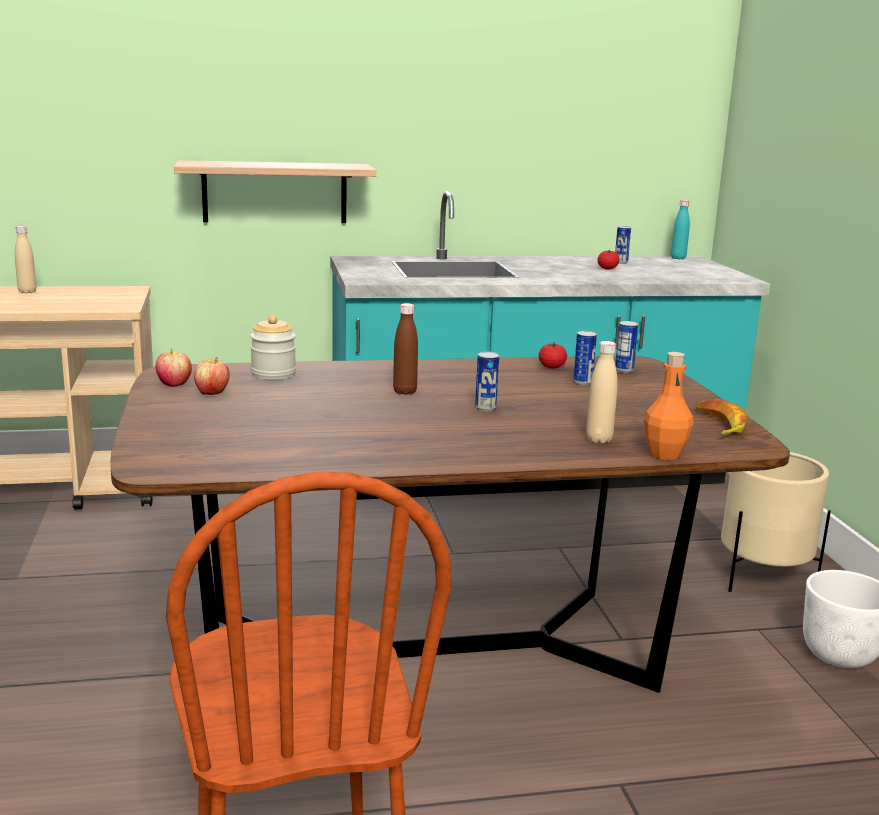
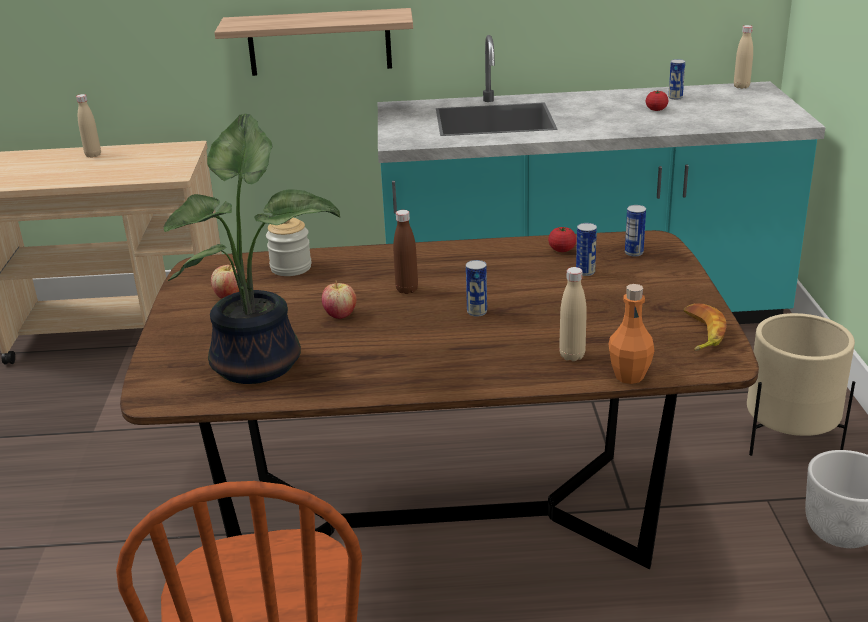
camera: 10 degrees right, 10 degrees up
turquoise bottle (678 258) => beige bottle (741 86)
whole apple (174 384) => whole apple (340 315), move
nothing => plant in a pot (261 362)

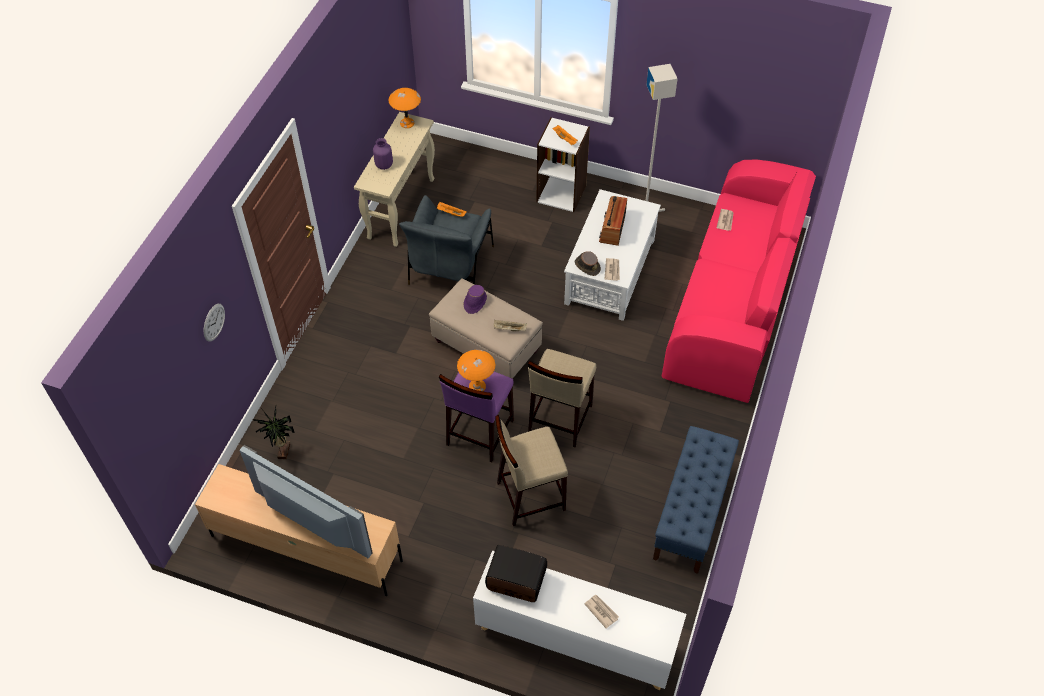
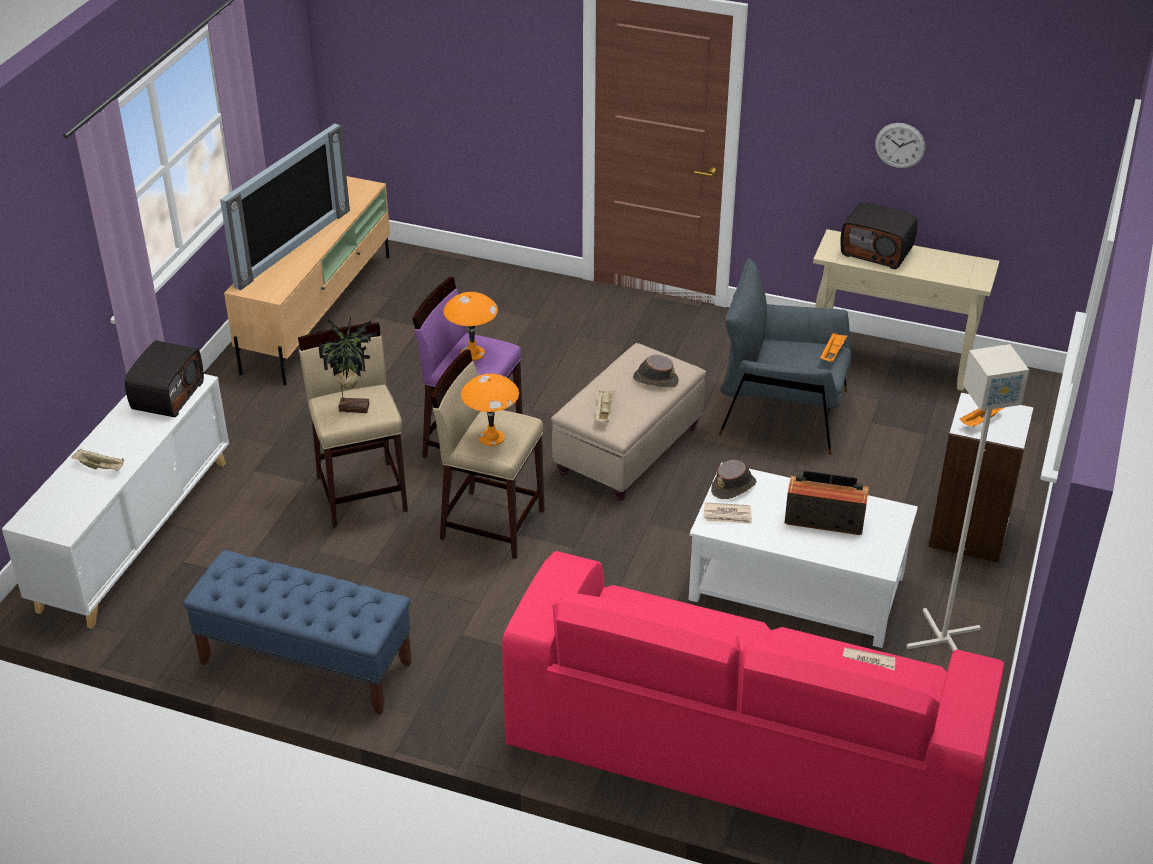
camera: 90 degrees right, 15 degrees down
orangey tabletop lamp (406 123) => orangey tabletop lamp (491 437), move
purplish decorative vase (384 165) => radio (877 251)
purplish clothing hat (475 302) => brownish clothing hat (655 379)
wall clock (214 322) => wall clock (900 145), move
plant in a pot (282 451) => plant in a pot (354 406), move
daily paper (601 611) => beige tray (101 467)

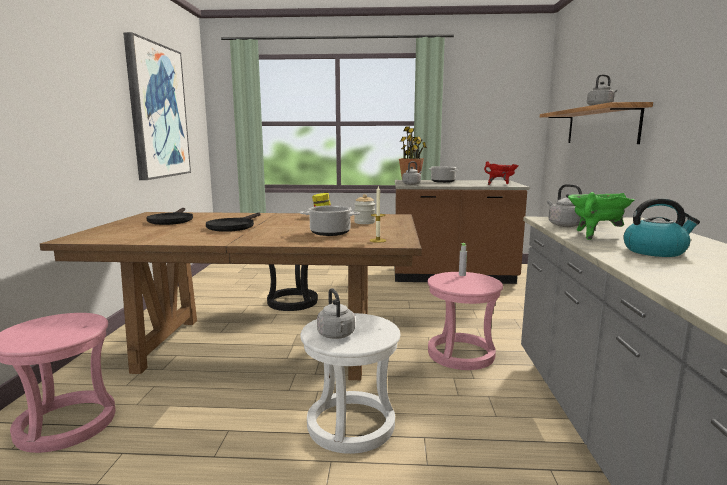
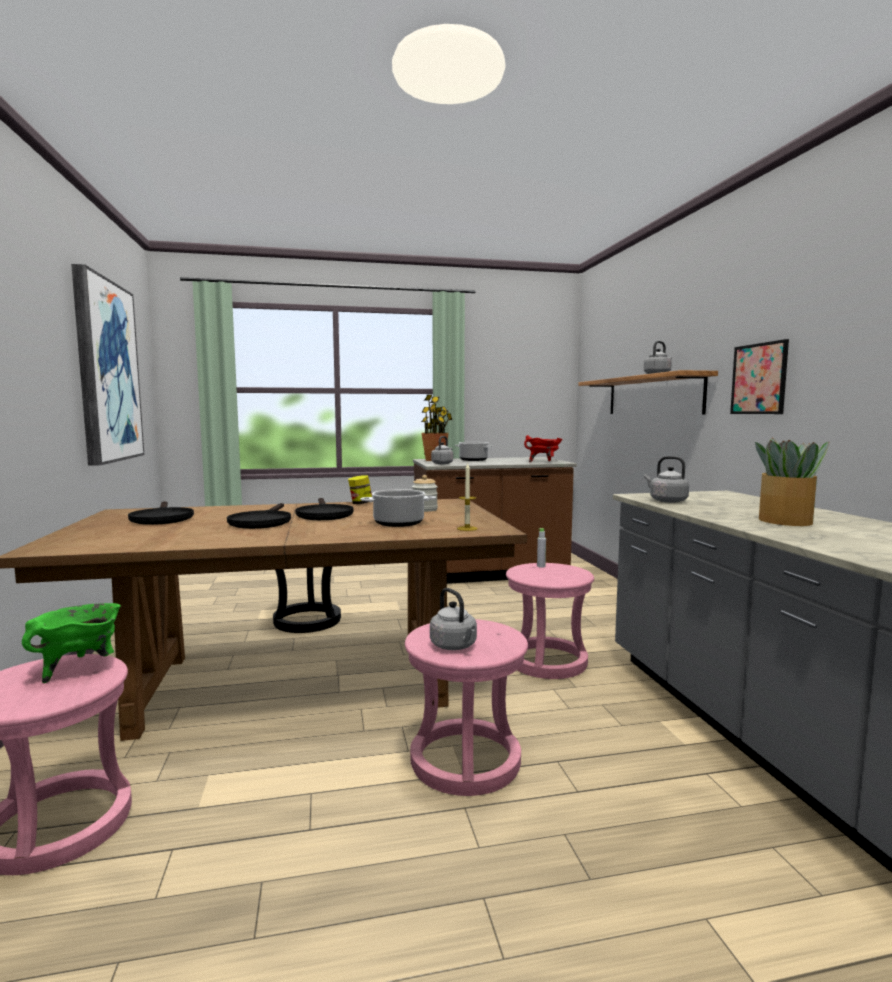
camera: 15 degrees left, 5 degrees down
green-coloured saucepot (594 235) => green-coloured saucepot (80 668), move
tea kettle (655 251) => plant in a pot (785 521)
whitish stool seat (350 425) => pinkish stool seat (465 761)
nothing => picture (759 379)
nothing => black-coloured frying pan (323 514)

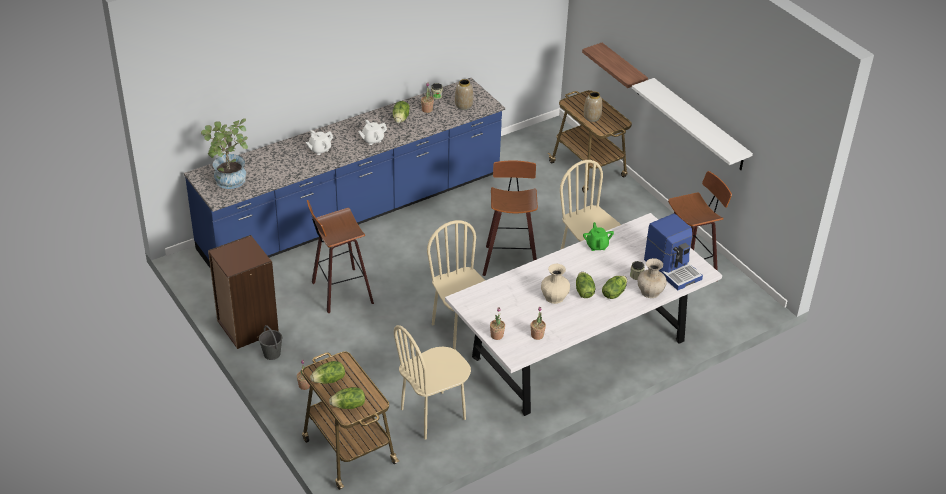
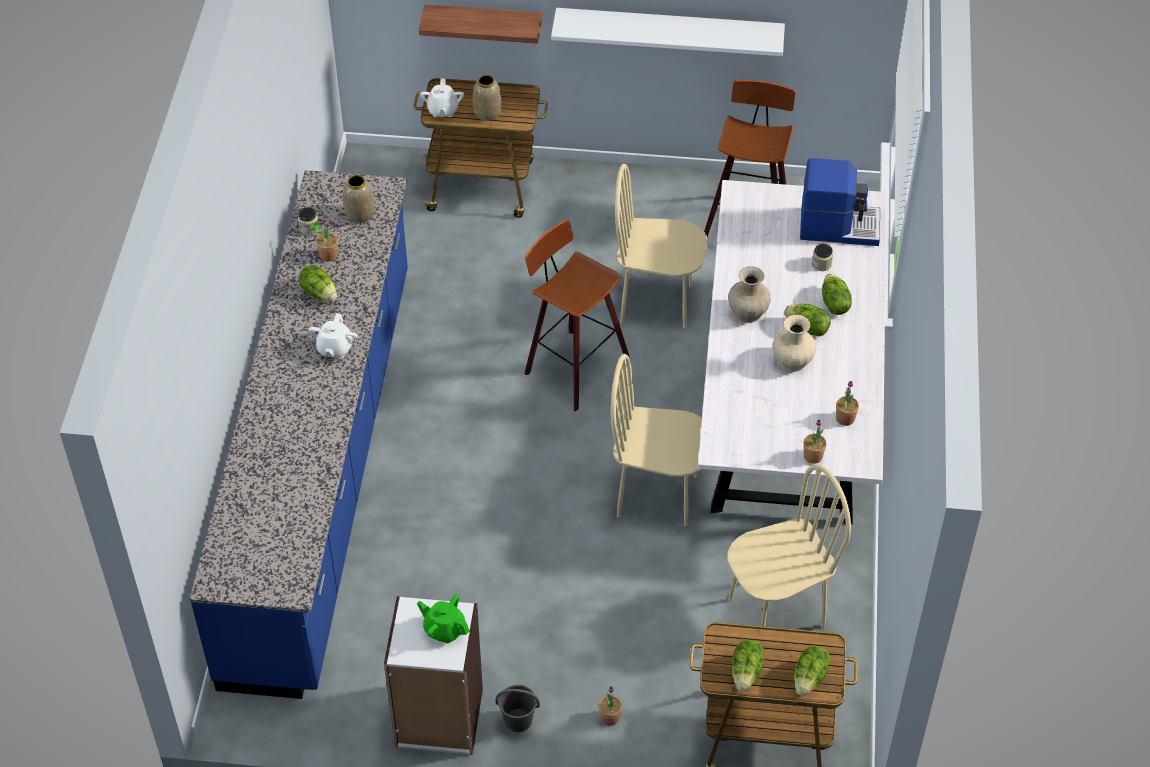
camera: 50 degrees left, 10 degrees up
plant in a pot (230 183) => nothing
whitish teapot (319 149) => whitish teapot (443 110), move
stool seat (340 292) => nothing
green-coloured teapot (597 245) => green-coloured teapot (444 629), move
brownish bookcase (247 327) => whitish bookcase (439 719)
beige decorative vase (650 292) => beige decorative vase (748 312), move
beige chair (433 414) => beige chair (776 612), 120 degrees counterclockwise

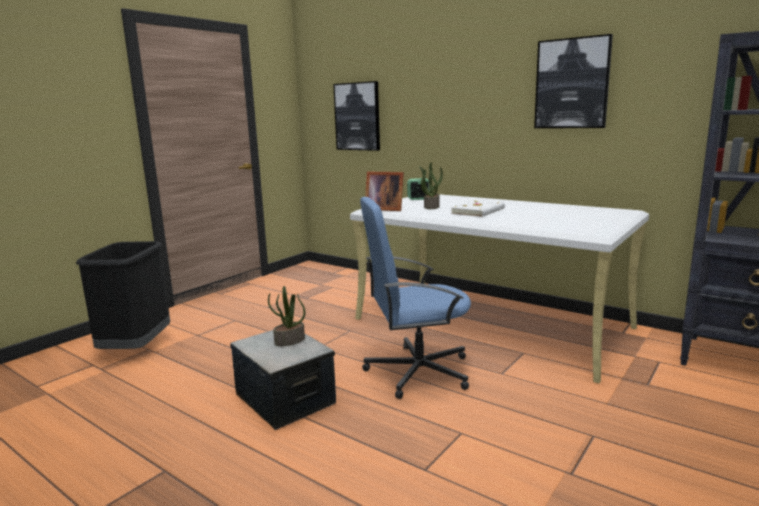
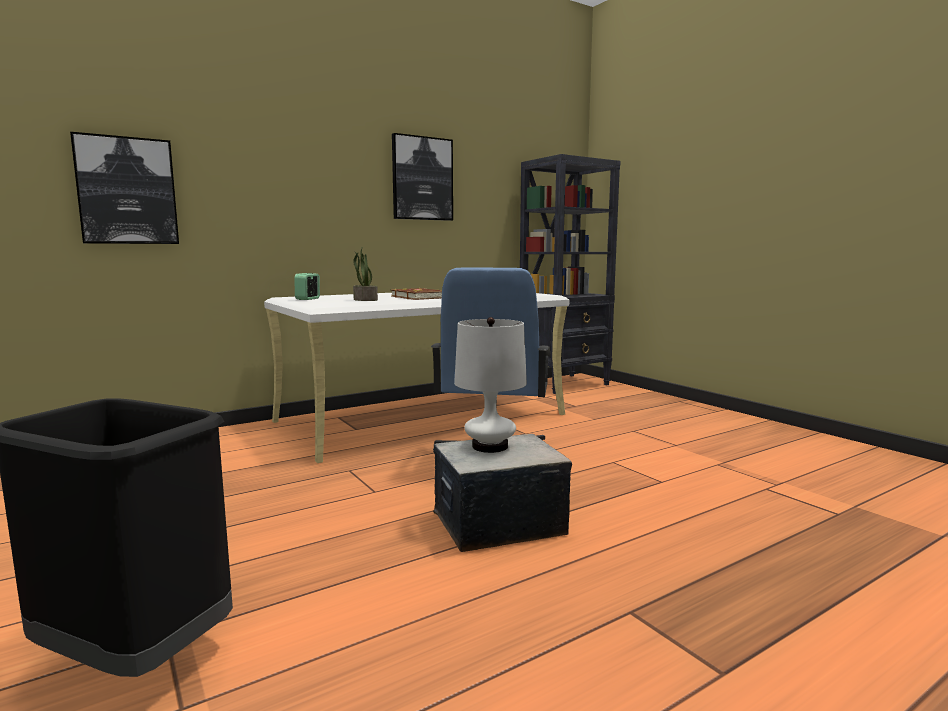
camera: 70 degrees left, 5 degrees down
standing frame (383 209) => nothing
whitish book (479 211) => brownish book (419 297)
plant in a pot (289 341) => whitish tabletop lamp (490 446)

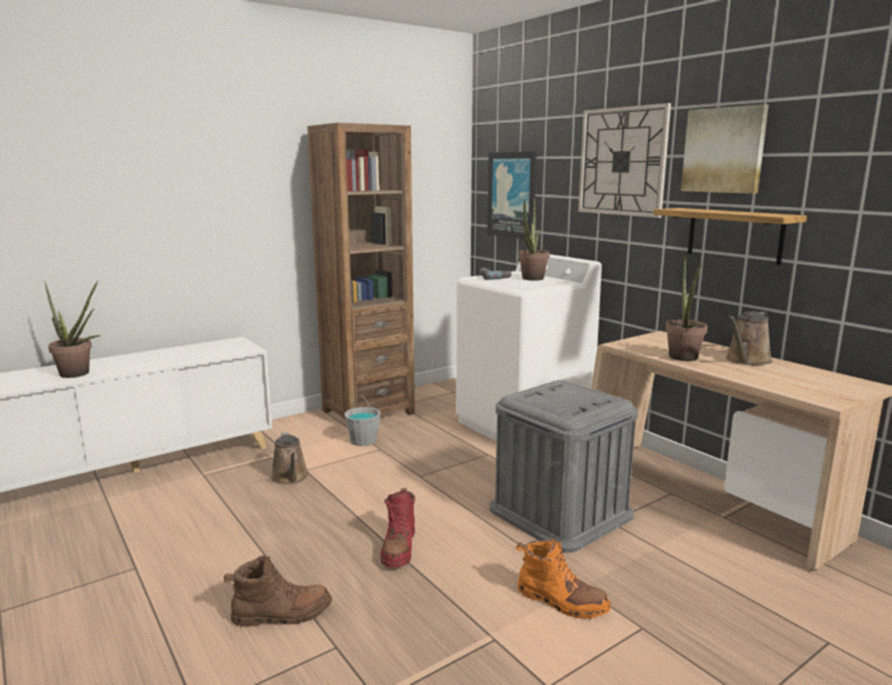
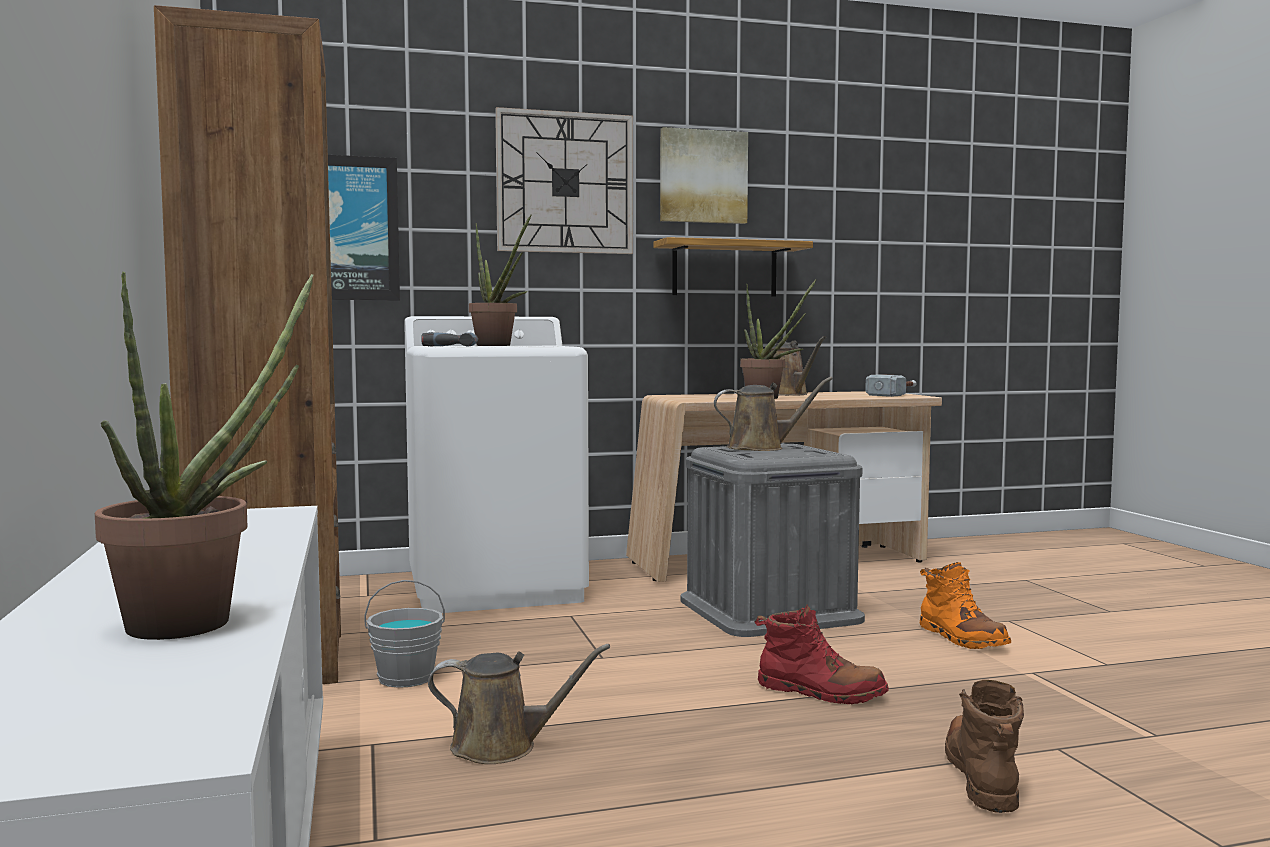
camera: 70 degrees left, 10 degrees down
orangey boot (561 601) => orangey boot (961 638), 105 degrees clockwise
nothing => hand hammer (896 394)
nothing => brownish sprinkling can (761 448)

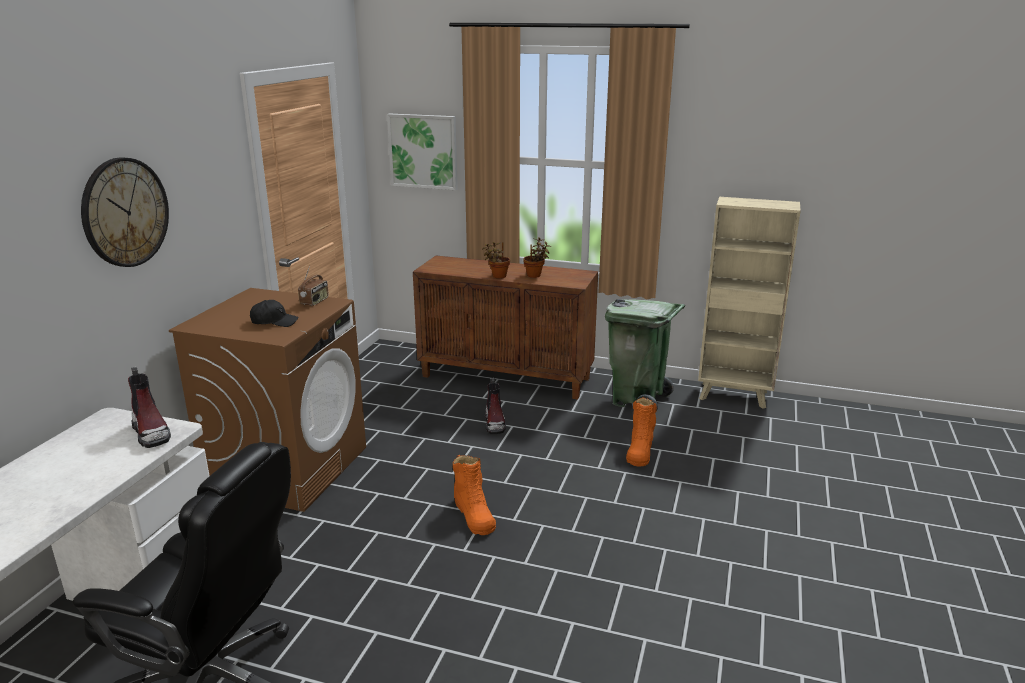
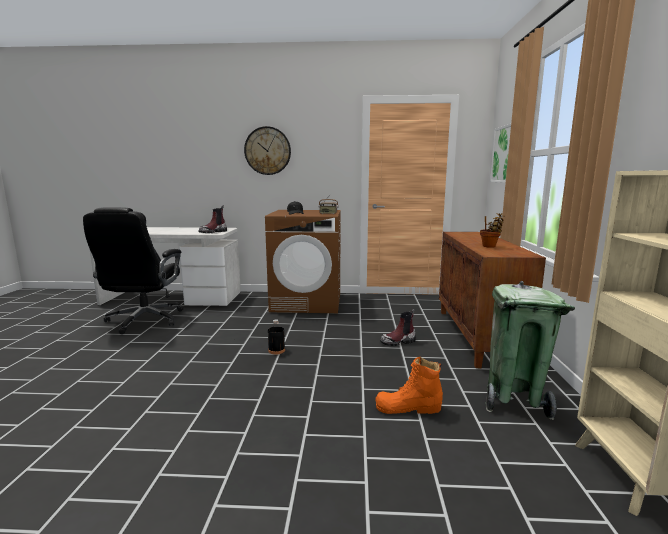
camera: 75 degrees right, 10 degrees down
plant in a pot (497 276) => nothing
orangey boot (474 515) => black-coloured bottle (276 350)

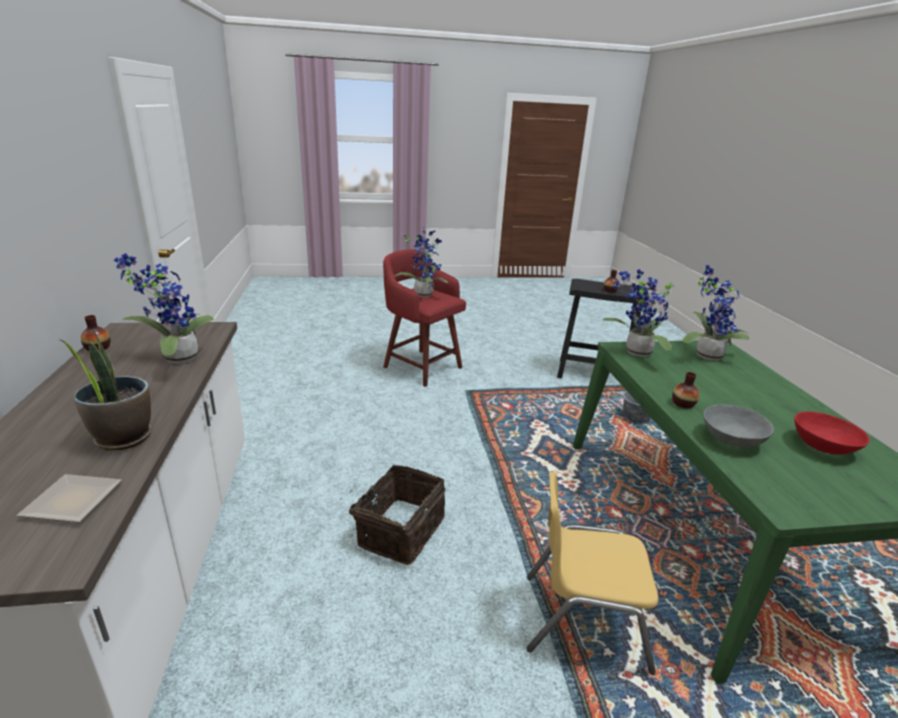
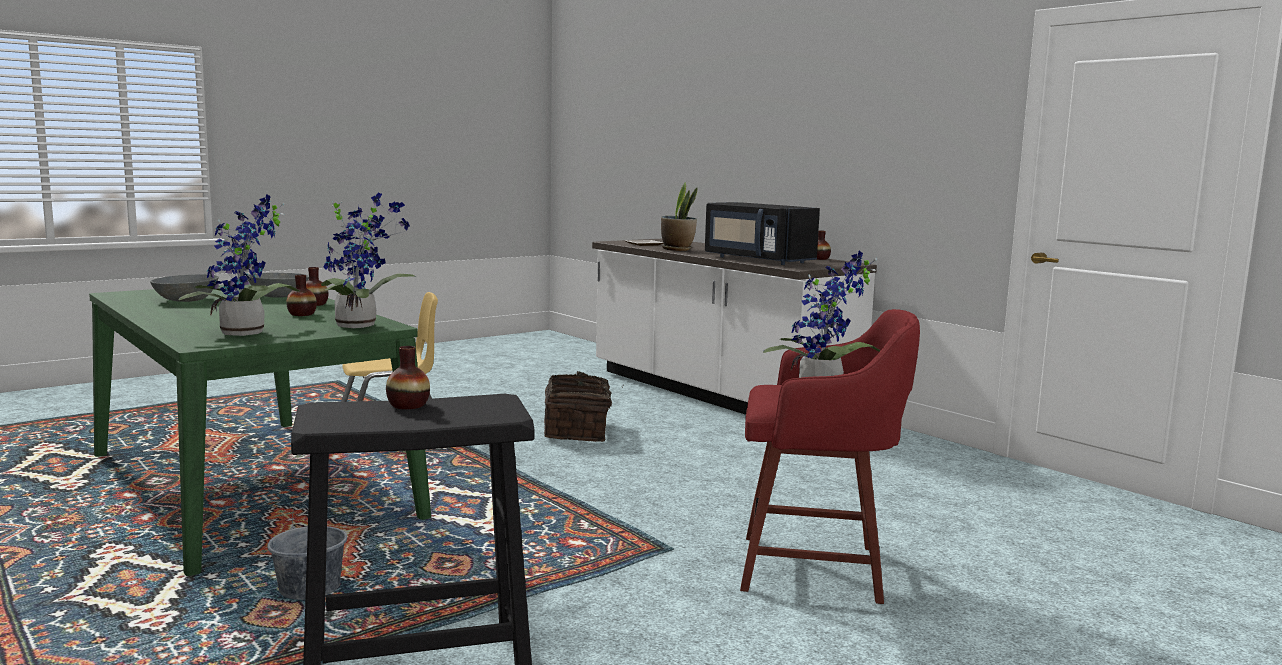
camera: 150 degrees right, 15 degrees down
plant in a pot (176 358) => black-coloured kitchen microwave (756 260)
red-coloured bowl (823 447) => greyish bowl (186 300)
nothing => decorative vase (302 314)

